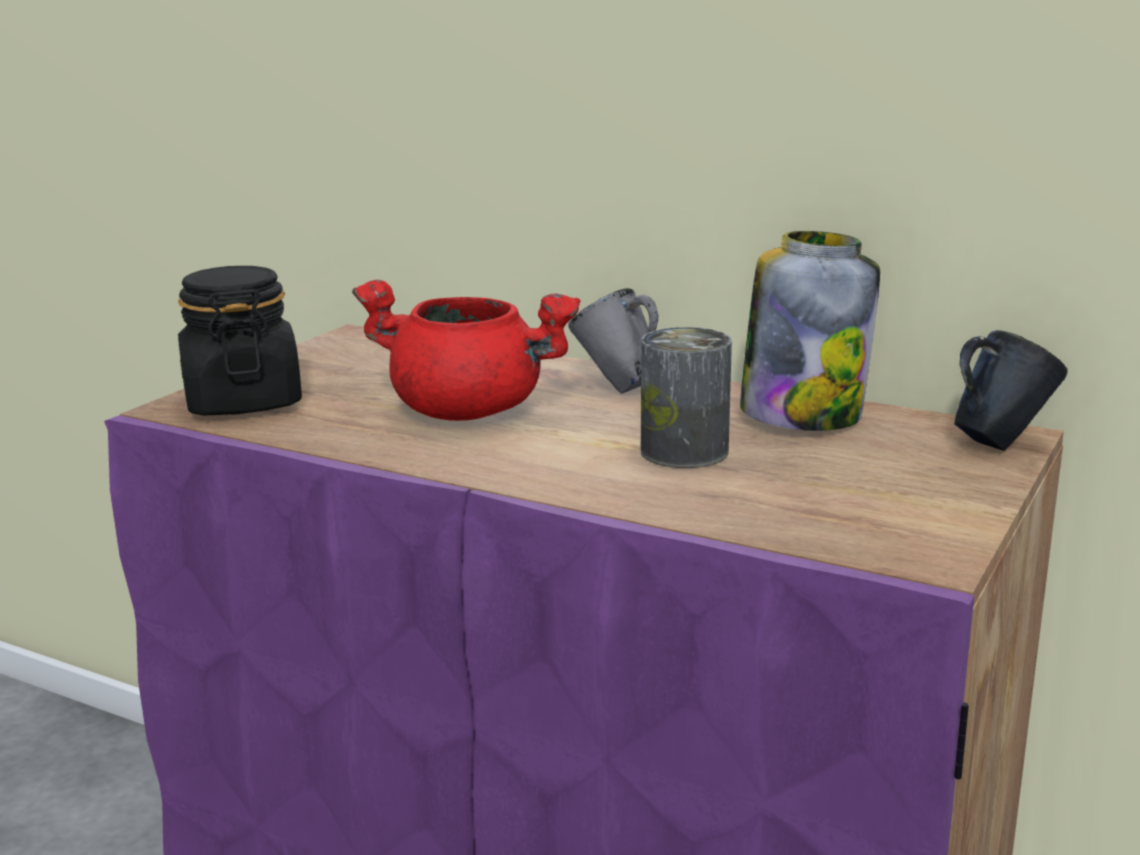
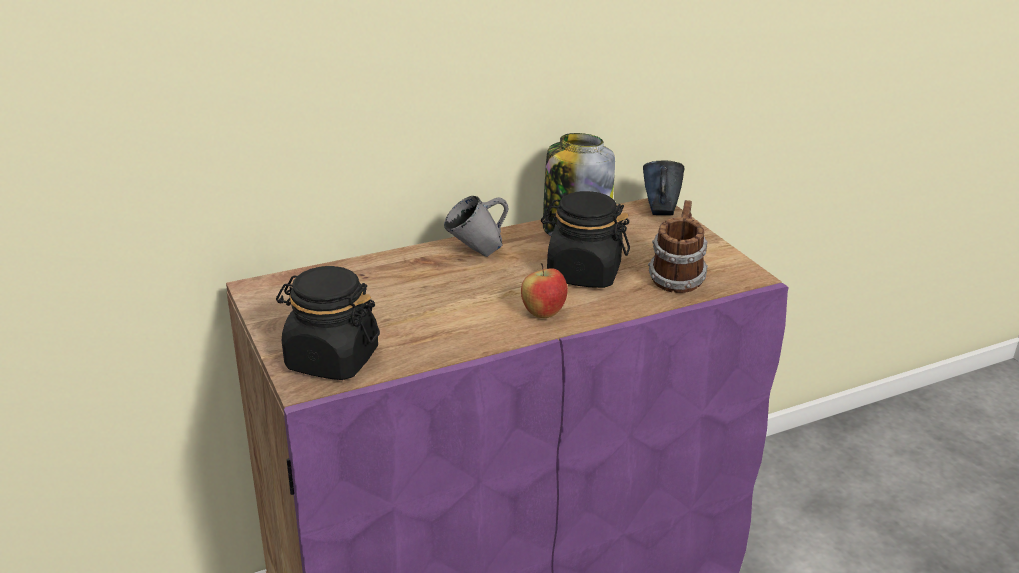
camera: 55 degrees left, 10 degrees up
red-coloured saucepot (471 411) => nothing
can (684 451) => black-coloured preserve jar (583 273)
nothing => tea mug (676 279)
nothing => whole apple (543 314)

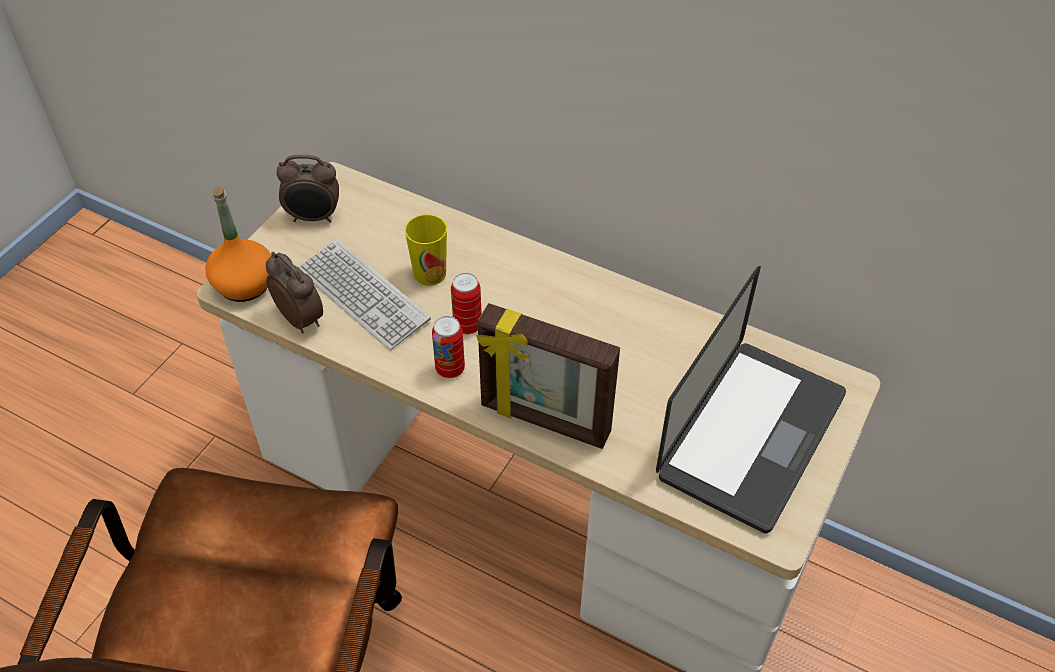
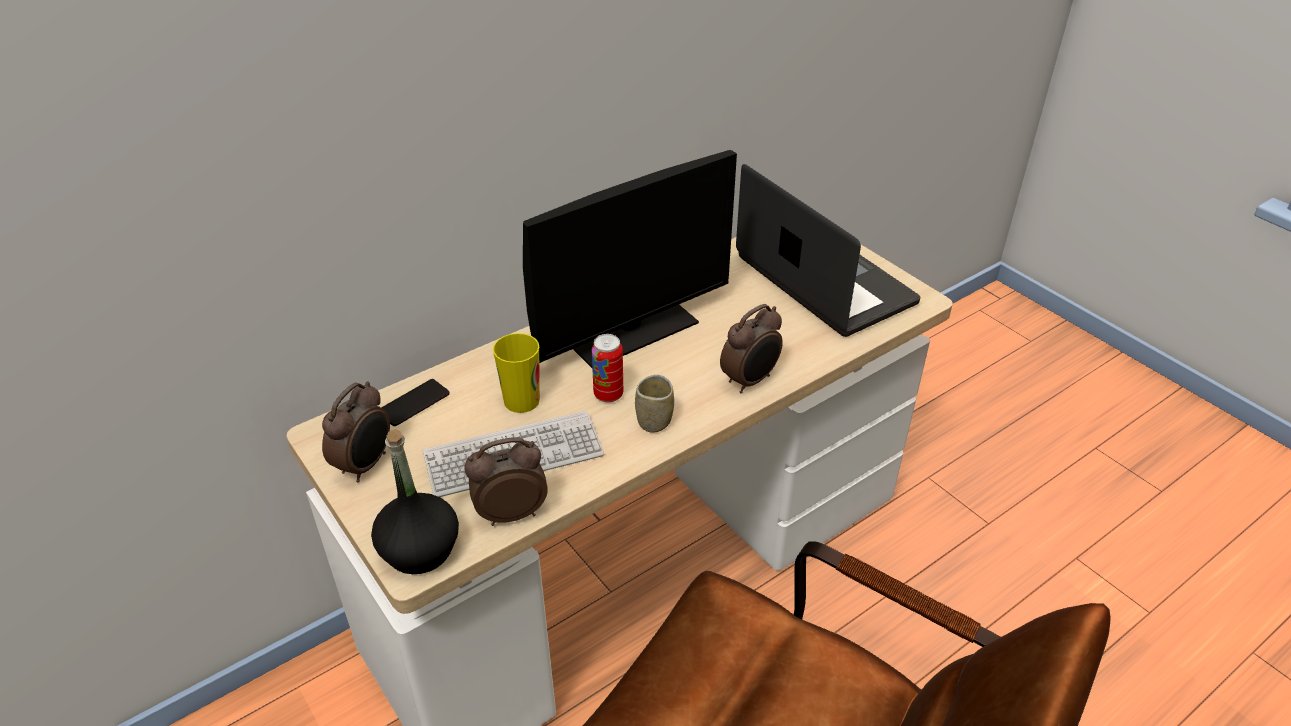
camera: 65 degrees left, 10 degrees down
orangey bottle (244 284) => black-coloured bottle (420 550)
standing frame (544 421) => alarm clock (750 381)
can (450 369) => drinking cup (654 421)
nothing => computer screen (631 330)
nothing => phone (414 403)

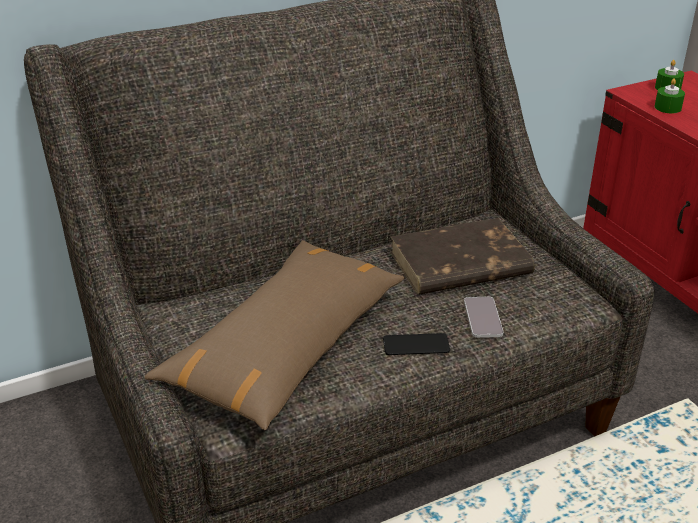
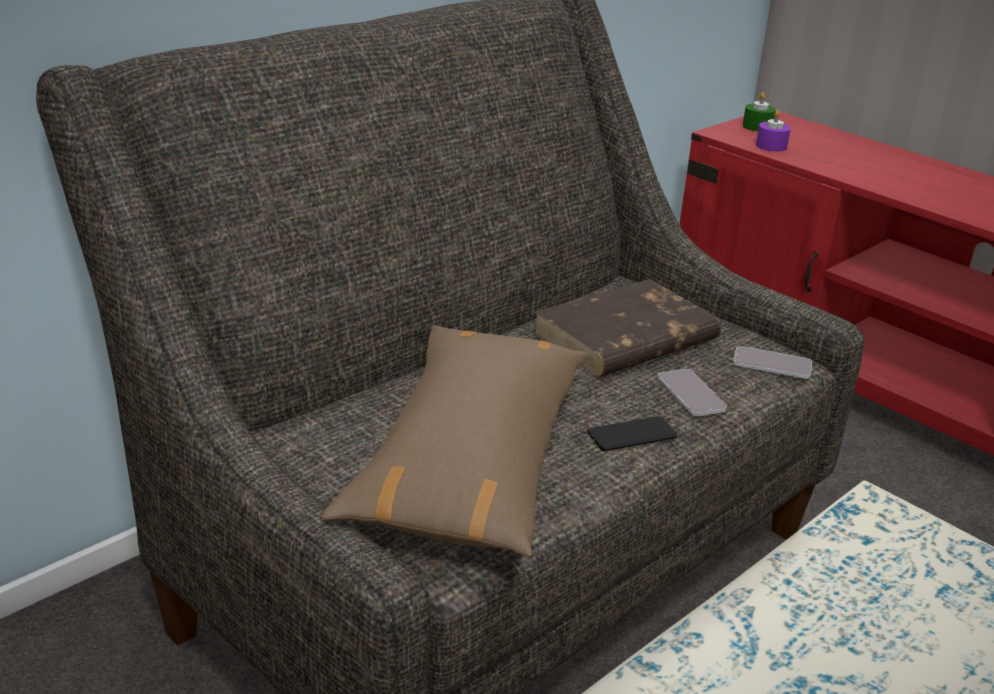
camera: 20 degrees left, 5 degrees down
green-coloured wax light (667 107) => purplish wax light (771 146)
nothing => phone (772 364)

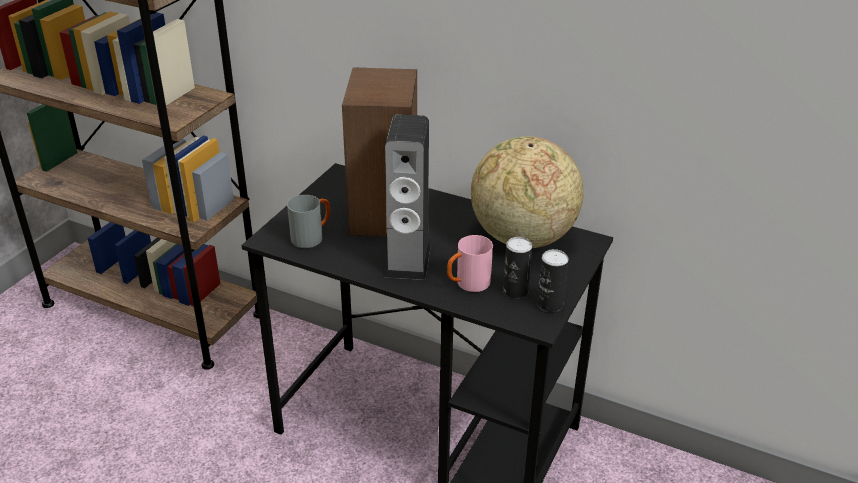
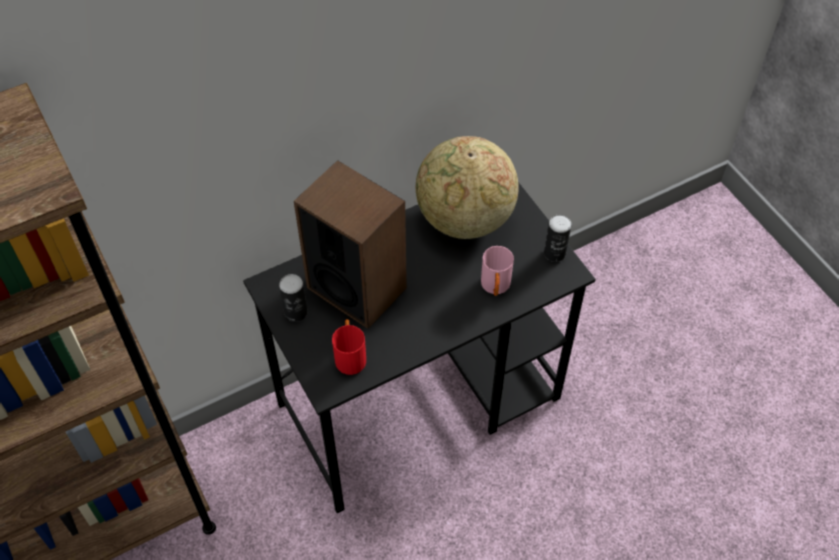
camera: 55 degrees left, 20 degrees up
loudspeaker (408 260) => nothing
greyish tea mug (312 237) => red-coloured tea mug (350 356)
can (515 291) => can (296 312), move

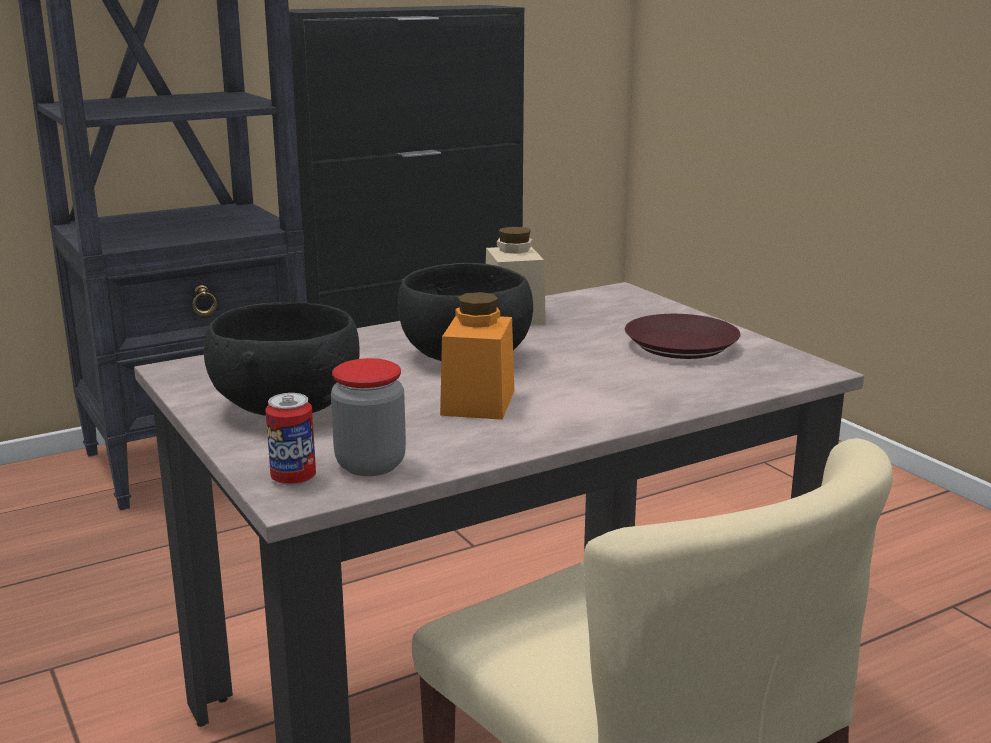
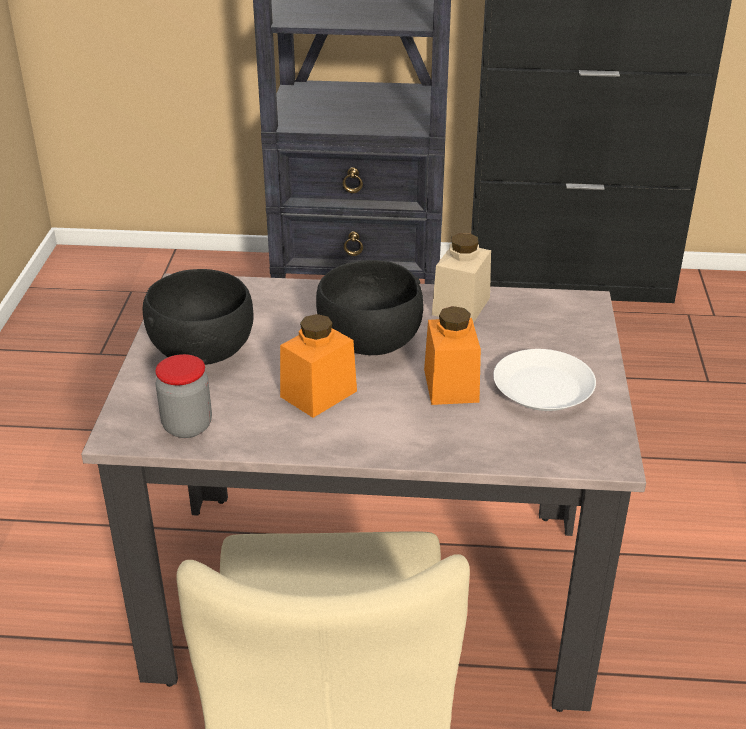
camera: 35 degrees right, 15 degrees up
brownish dinner plate (682 346) => whitish dinner plate (543 389)
can (293 478) => nothing
nothing => orangey preserve jar (451 385)

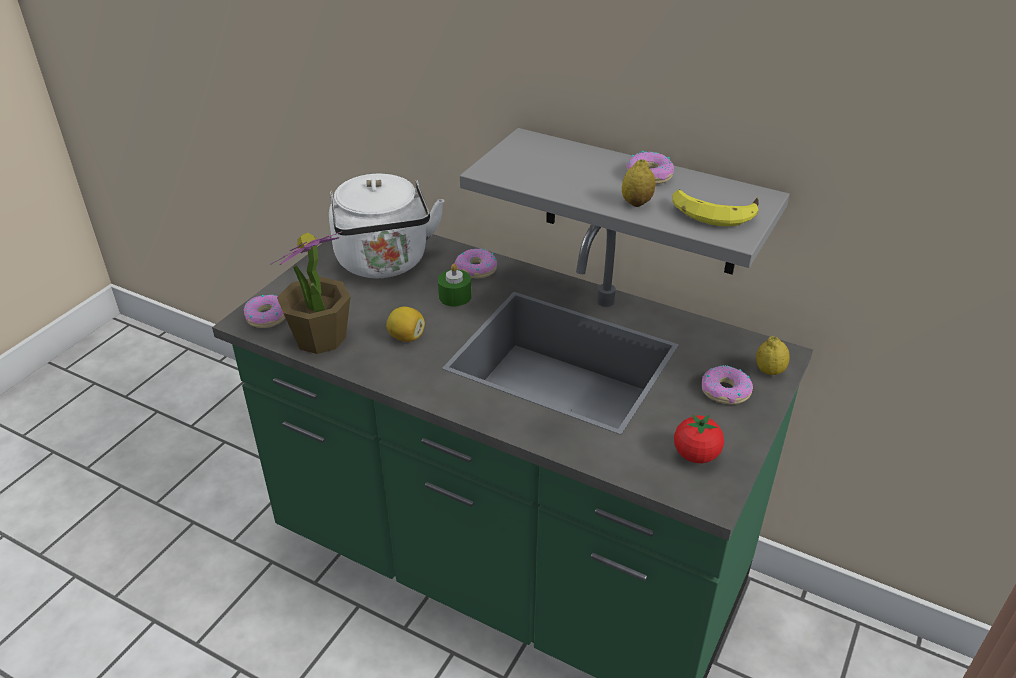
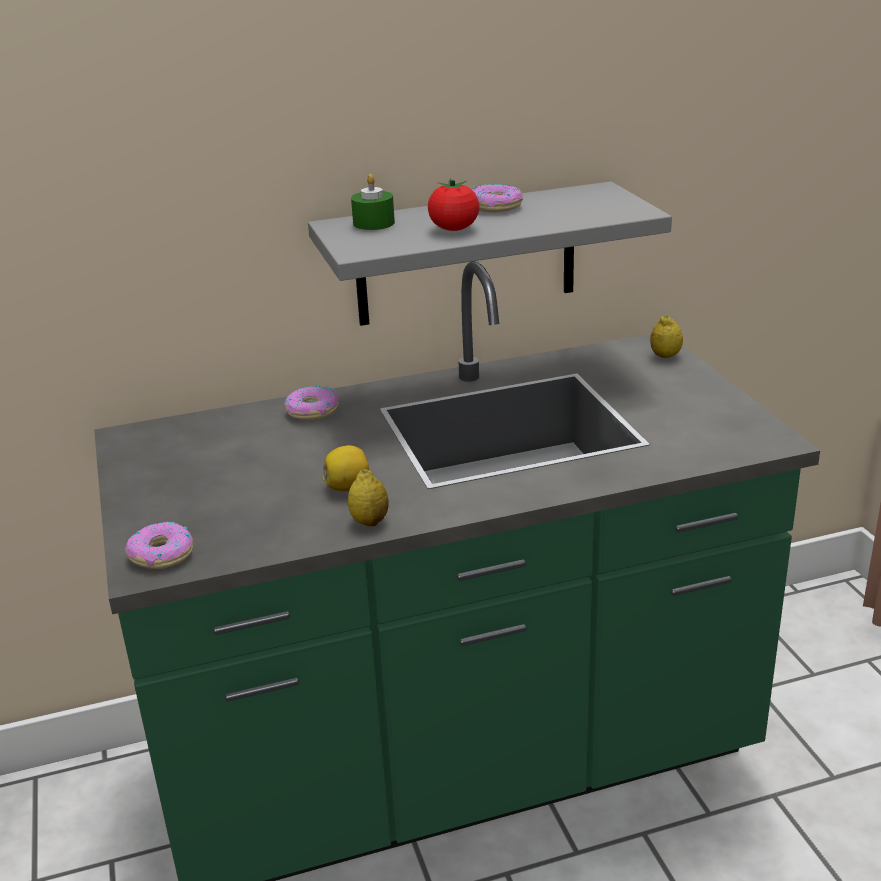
camera: 45 degrees left, 10 degrees down
lemon (636 203) => lemon (369 521), move
whitish tea kettle (384 263) => nothing
banana fruit (714 212) => nothing
plant in a pot (320 338) => nothing
green-coloured wax light (455 296) => green-coloured wax light (374 223), move
doughnut (725 391) => nothing
tomato (696 455) => tomato (454 229), move

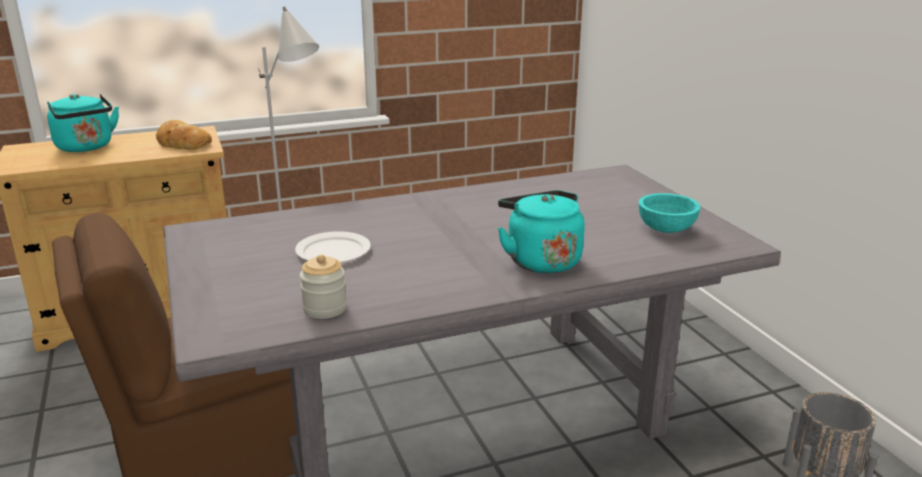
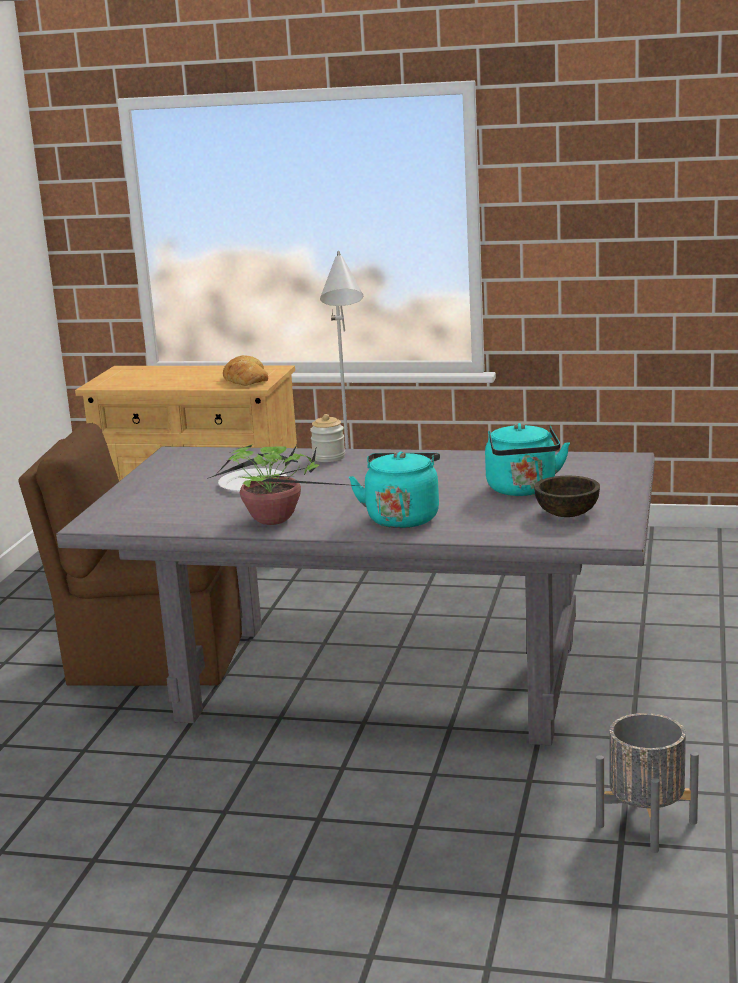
camera: 35 degrees right, 5 degrees down
turquoise tea kettle (86 147) => turquoise tea kettle (523 490), move
turquoise bowl (665 229) => brownish bowl (567 514)
preserve jar (325 308) => preserve jar (328 457), move
nothing => plant in a pot (276 521)

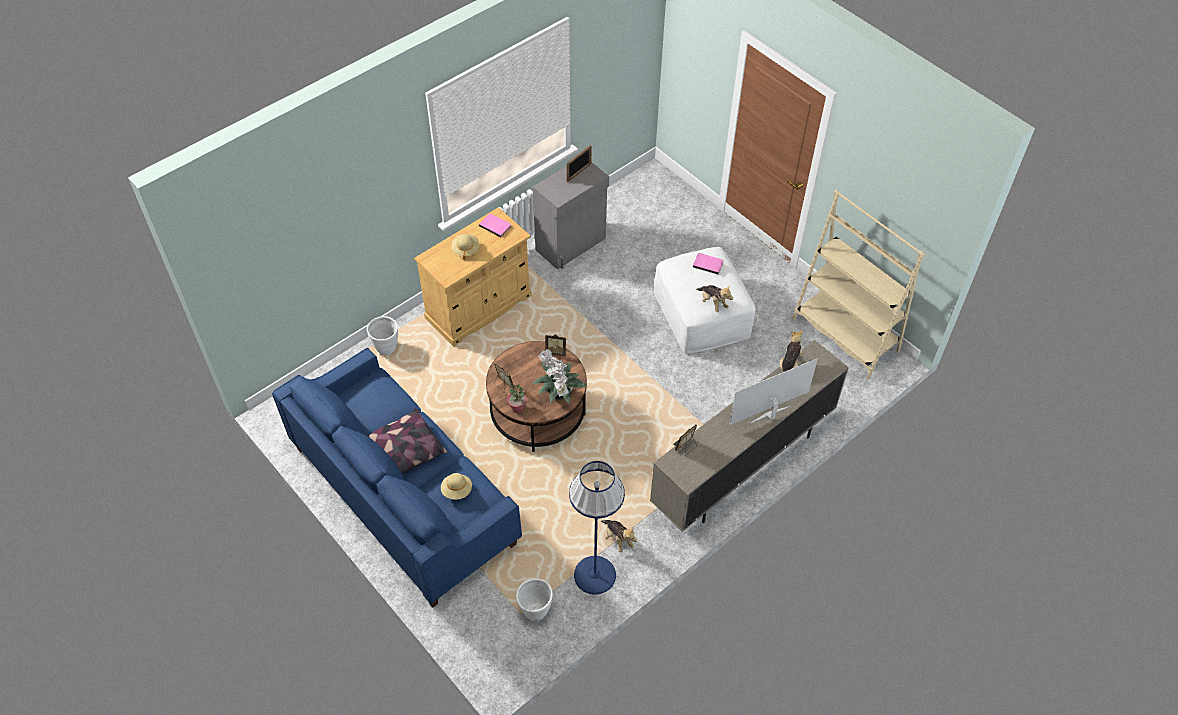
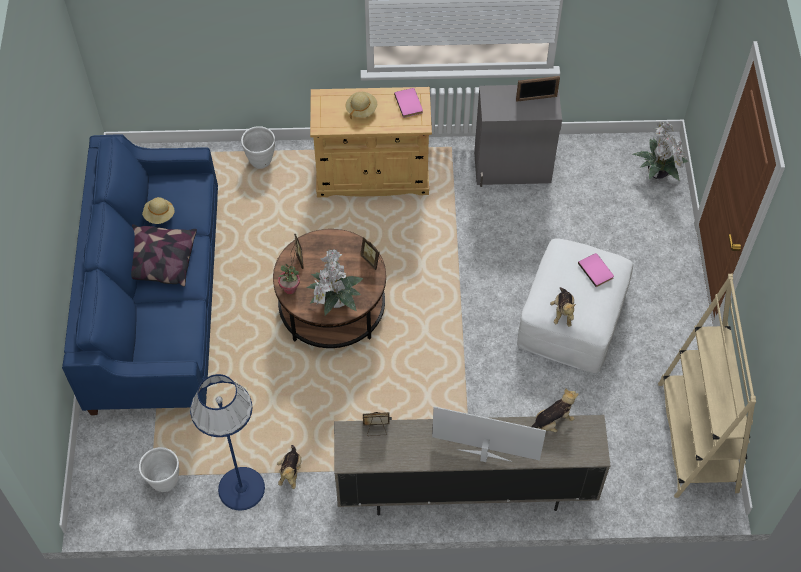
camera: 40 degrees right, 5 degrees up
beige clothing hat (457 490) => beige clothing hat (159 215), move
nothing => plant in a pot (657 172)

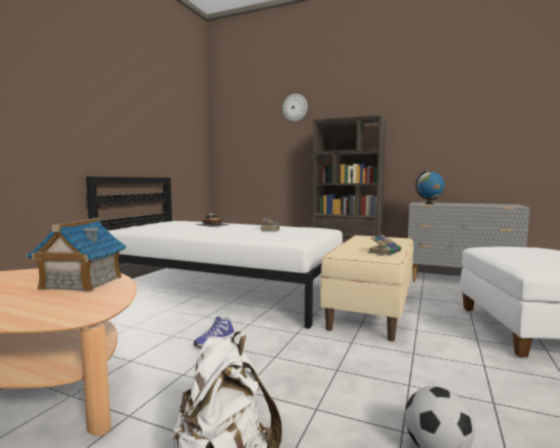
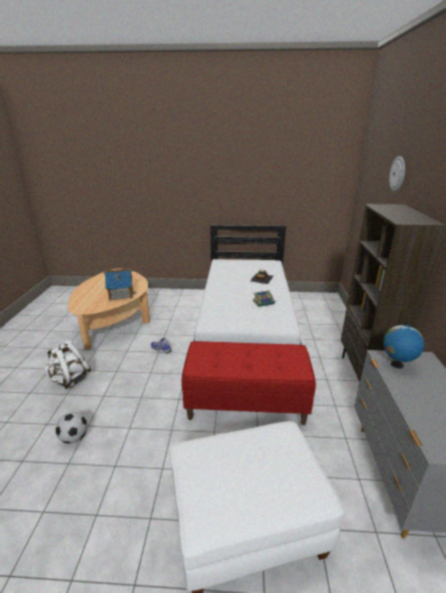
camera: 70 degrees right, 20 degrees up
beige indoor bench (371 310) => red-coloured indoor bench (246 403)
book (385 252) => nothing

